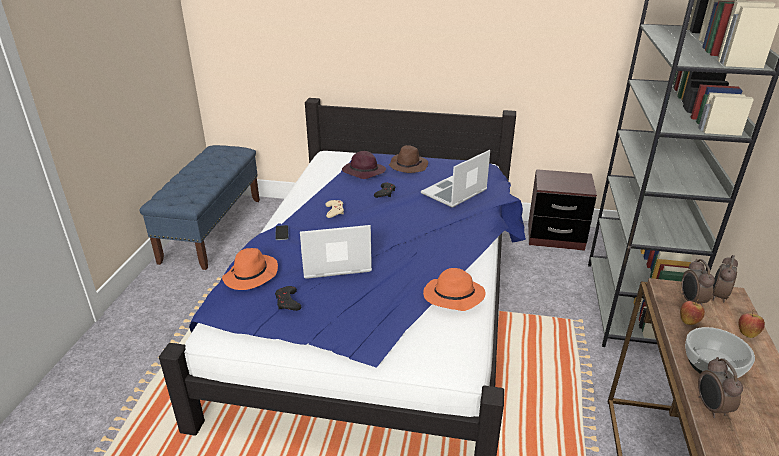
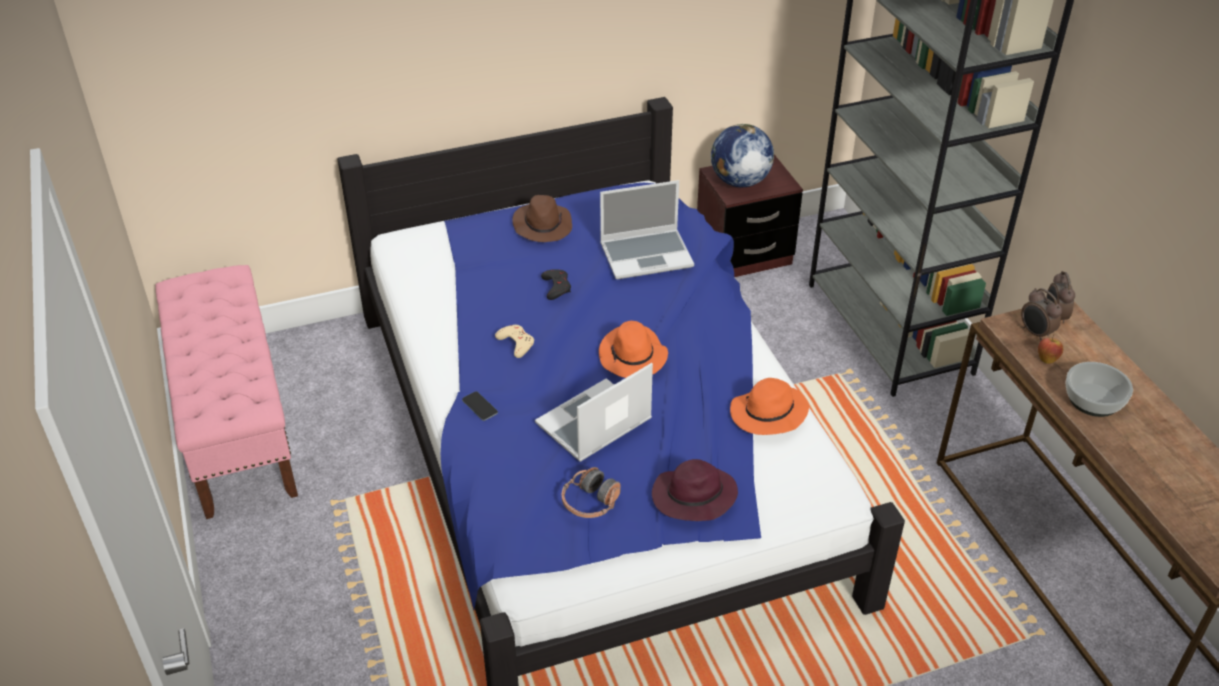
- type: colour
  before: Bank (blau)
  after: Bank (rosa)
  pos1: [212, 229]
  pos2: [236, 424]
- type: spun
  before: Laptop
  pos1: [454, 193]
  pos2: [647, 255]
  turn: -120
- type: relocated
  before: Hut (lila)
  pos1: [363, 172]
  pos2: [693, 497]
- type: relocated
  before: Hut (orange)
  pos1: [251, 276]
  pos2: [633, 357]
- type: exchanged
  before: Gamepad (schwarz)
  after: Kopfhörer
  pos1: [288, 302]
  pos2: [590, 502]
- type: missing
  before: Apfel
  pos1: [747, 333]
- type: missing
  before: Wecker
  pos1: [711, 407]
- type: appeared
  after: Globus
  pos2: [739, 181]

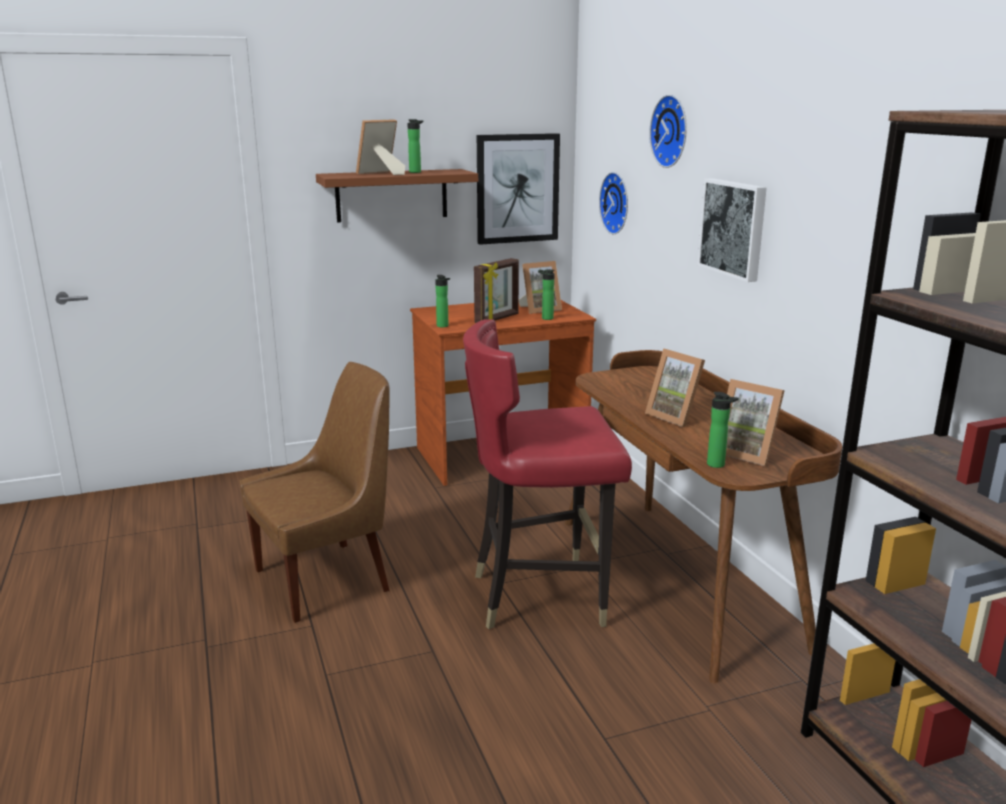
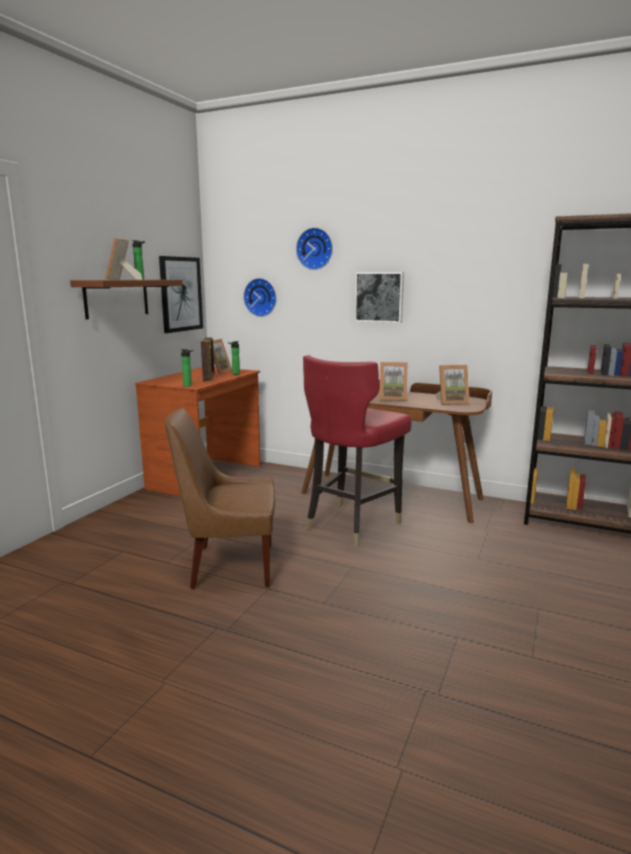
- type: spun
  before: Stuhl (braun)
  pos1: [327, 579]
  pos2: [229, 566]
  turn: -105
- type: missing
  before: Flasche
  pos1: [718, 465]

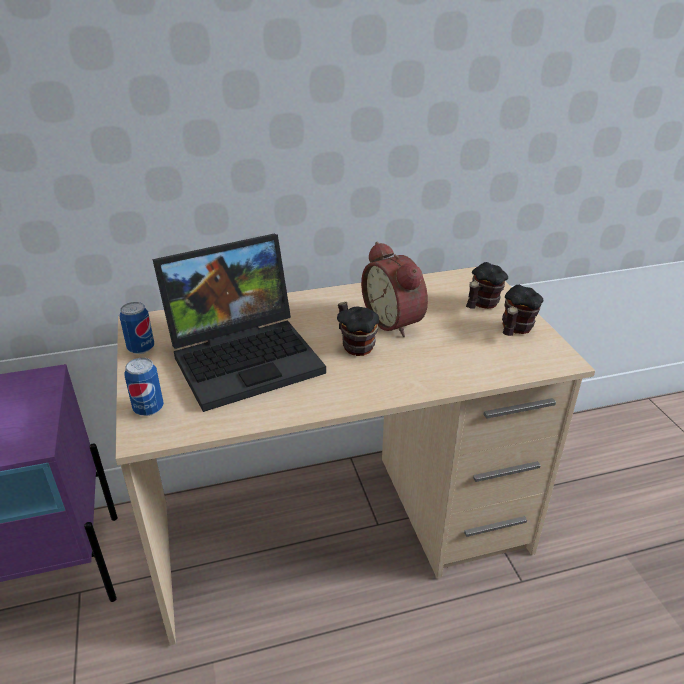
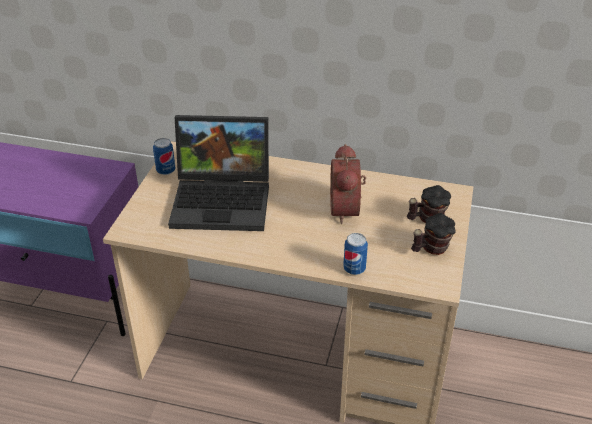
- type: missing
  before: Henkelbecher
  pos1: [355, 345]
- type: relocated
  before: Dose
  pos1: [148, 409]
  pos2: [354, 269]

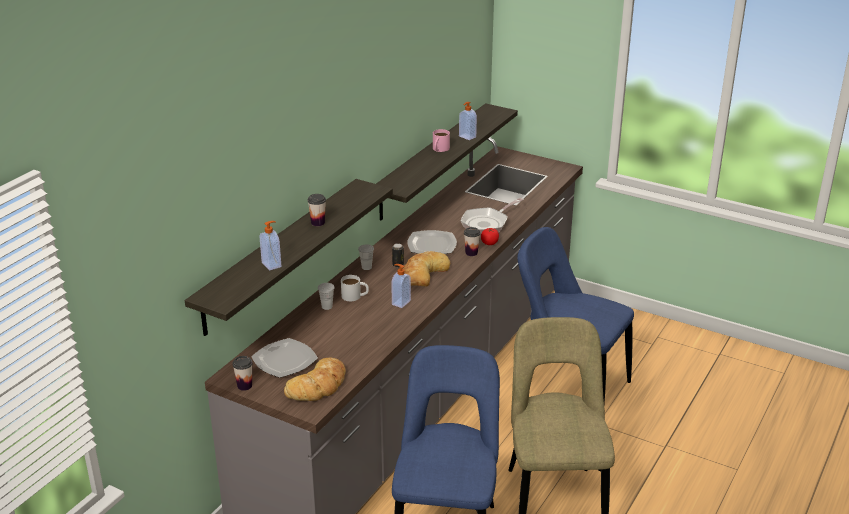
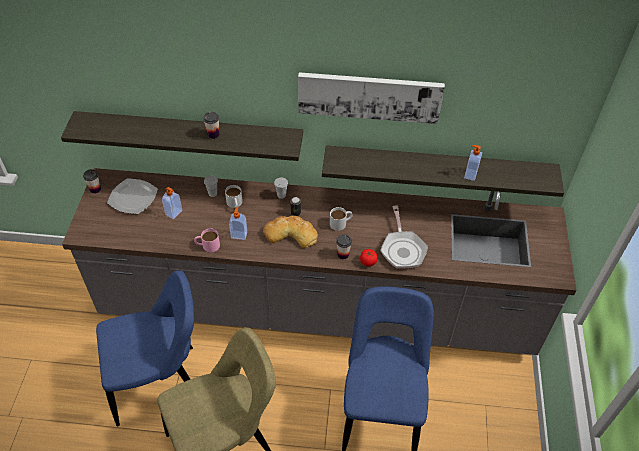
- type: relocated
  before: Henkelbecher (rosa)
  pos1: [439, 149]
  pos2: [207, 245]
- type: spun
  before: Pfanne
  pos1: [487, 223]
  pos2: [402, 249]
  turn: -120
- type: relocated
  before: Seifenspender
  pos1: [272, 264]
  pos2: [174, 213]
- type: exchanged
  before: Teller
  after: Henkelbecher (weiß)
  pos1: [431, 244]
  pos2: [341, 223]
- type: missing
  before: Brot
  pos1: [318, 385]
- type: appeared
  after: Bild
  pos2: [369, 96]

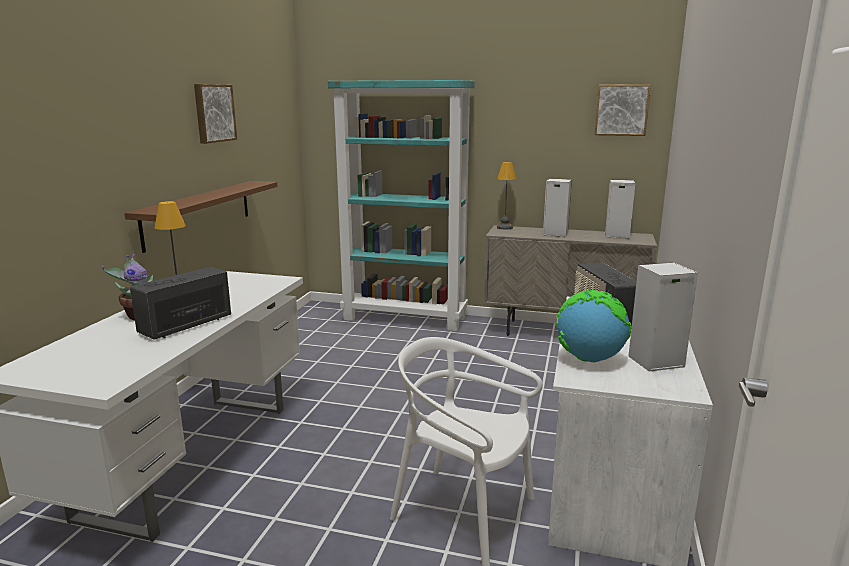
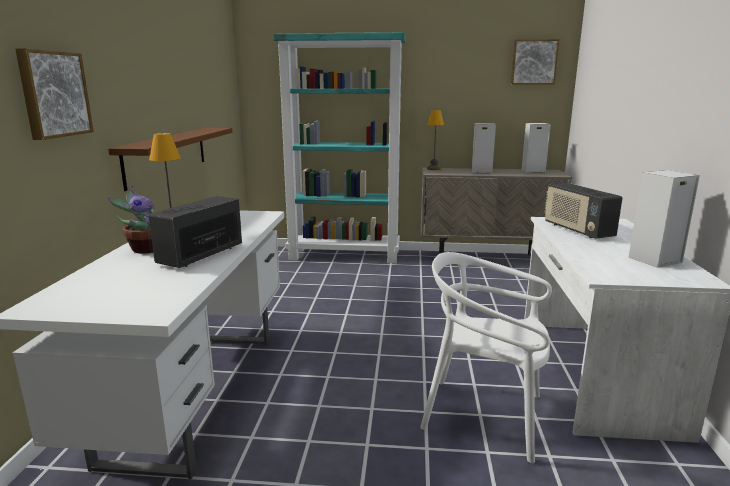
- type: relocated
  before: Bild
  pos1: [213, 113]
  pos2: [53, 94]
- type: missing
  before: Globus
  pos1: [589, 359]

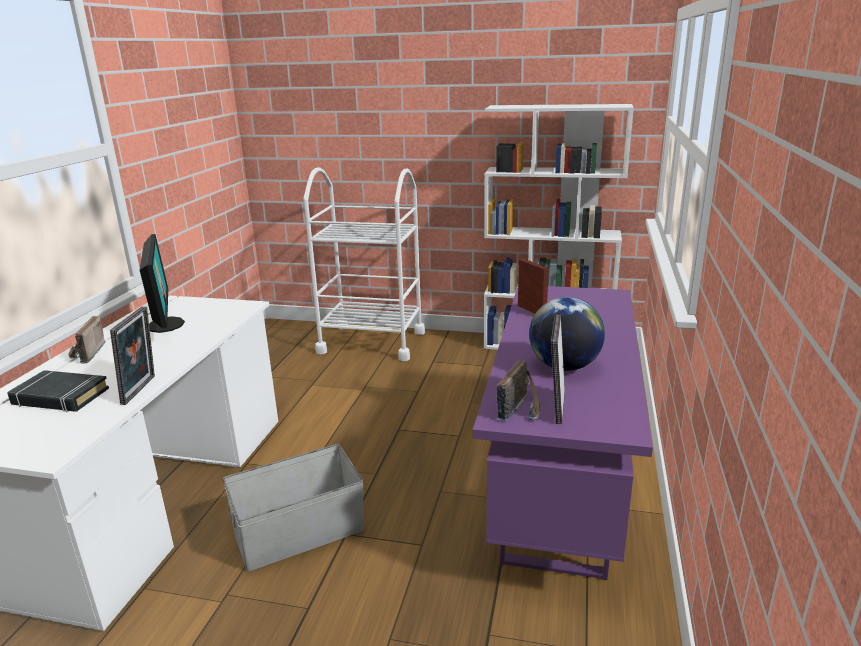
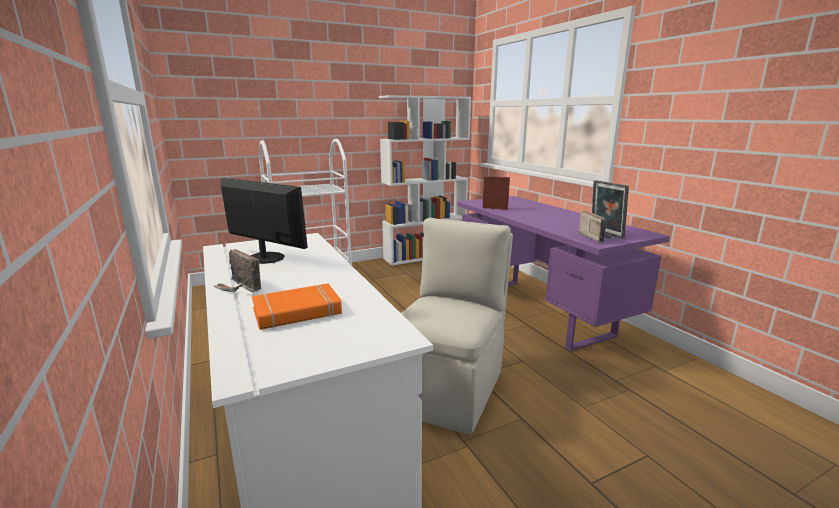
- type: missing
  before: Globus
  pos1: [564, 366]
- type: missing
  before: Bilderrahmen
  pos1: [142, 390]
- type: colour
  before: Buch (schwarz)
  after: Buch (orange)
  pos1: [60, 397]
  pos2: [297, 312]
- type: exchanged
  before: Aufbewahrungsbox (grau)
  after: Stuhl (beige)
  pos1: [300, 533]
  pos2: [449, 387]

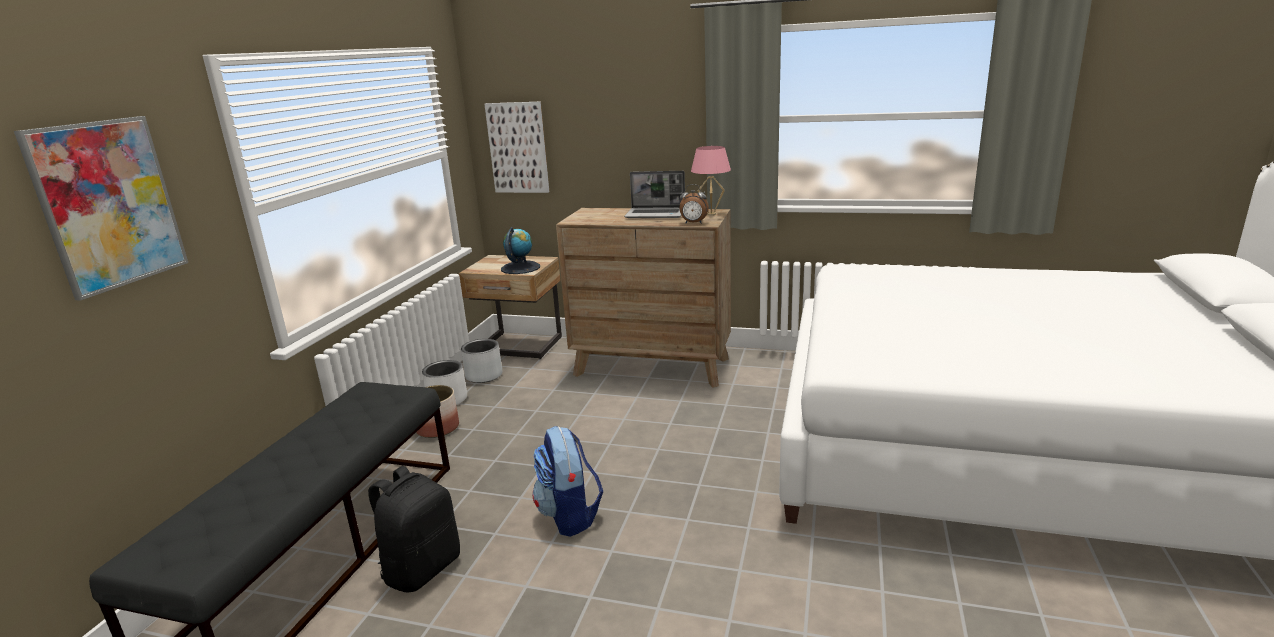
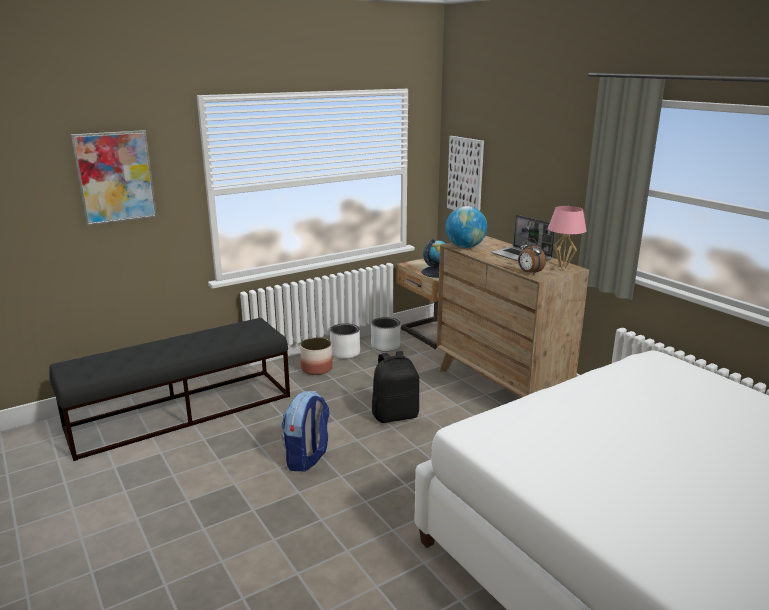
- type: relocated
  before: Rucksack (schwarz)
  pos1: [422, 568]
  pos2: [395, 415]
- type: appeared
  after: Globus
  pos2: [465, 247]

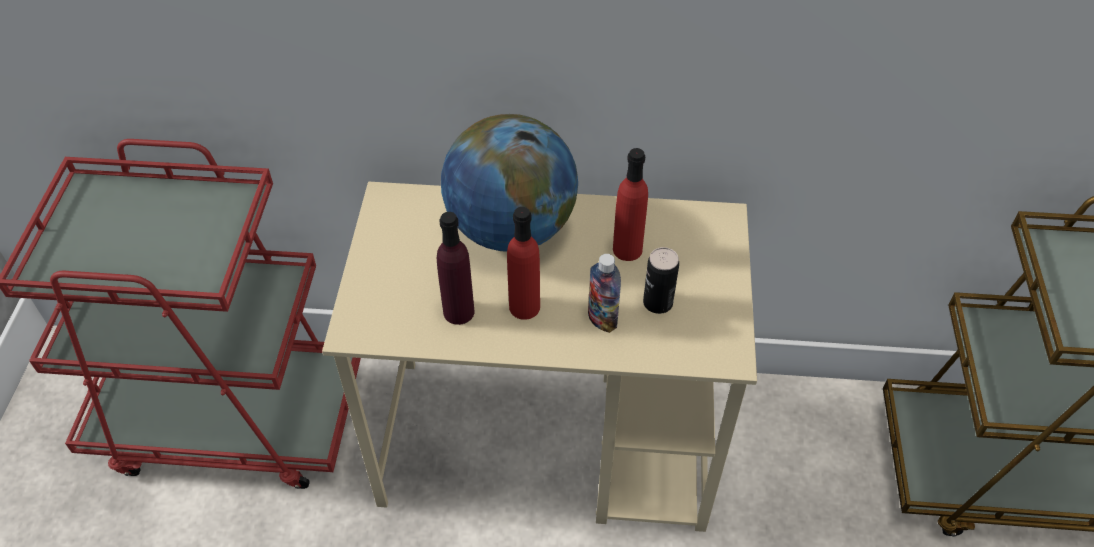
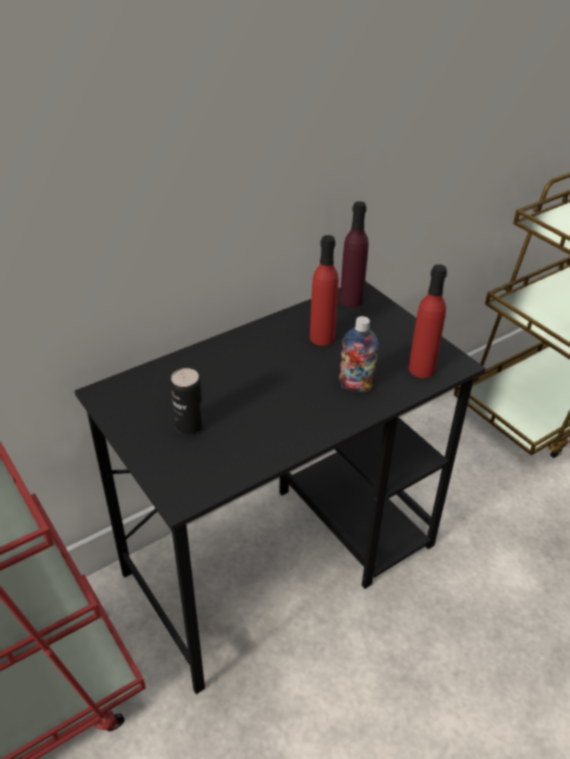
- type: missing
  before: Globus
  pos1: [511, 229]
- type: colour
  before: Schreibtisch (beige)
  after: Schreibtisch (schwarz)
  pos1: [550, 443]
  pos2: [283, 558]
- type: relocated
  before: Flasche (rot)
  pos1: [524, 307]
  pos2: [421, 369]
- type: relocated
  before: Flasche (lila)
  pos1: [458, 312]
  pos2: [351, 300]
- type: relocated
  before: Dose
  pos1: [657, 303]
  pos2: [189, 426]

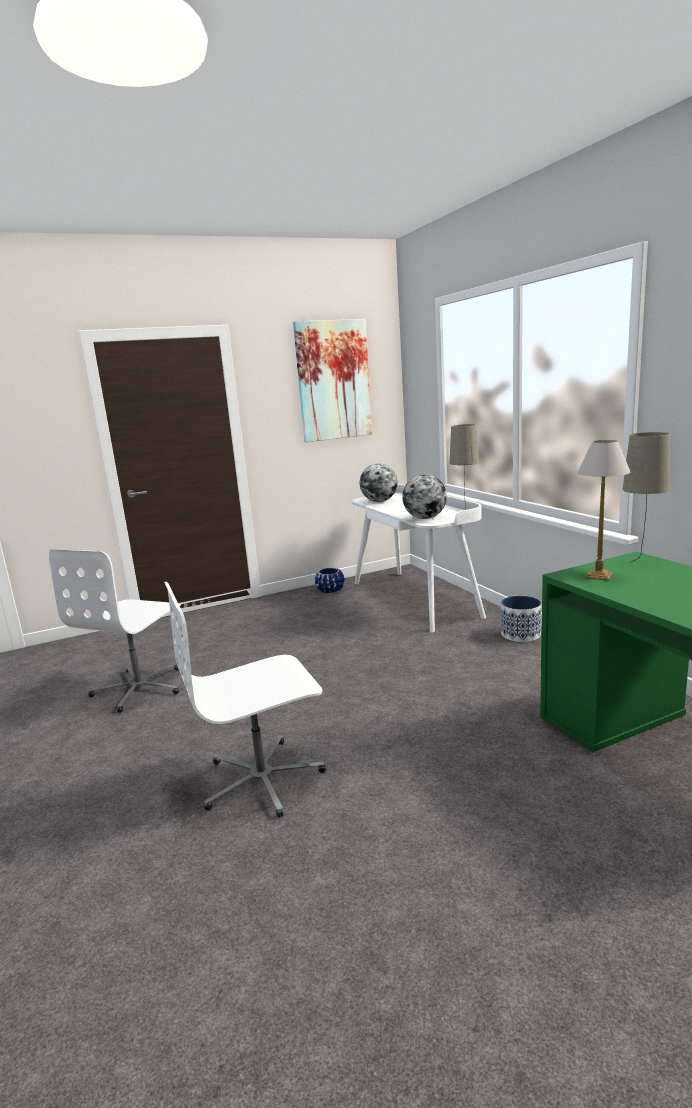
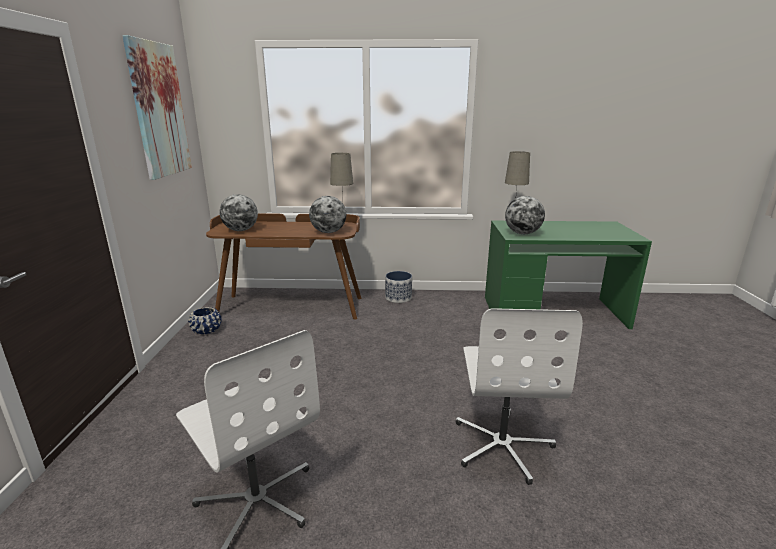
- type: exchanged
  before: Tischlampe
  after: Globus
  pos1: [599, 576]
  pos2: [522, 233]
- type: colour
  before: Schreibtisch (weiß)
  after: Schreibtisch (braun)
  pos1: [415, 598]
  pos2: [291, 306]

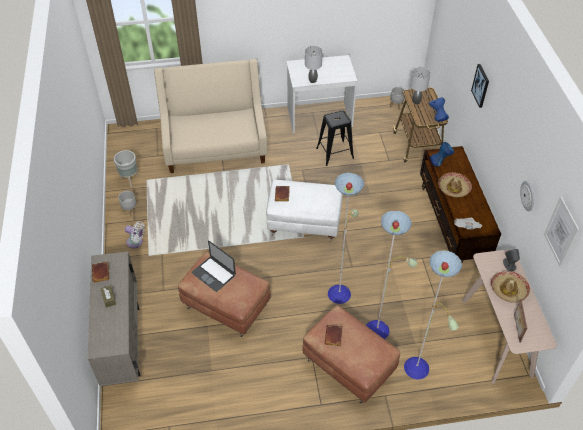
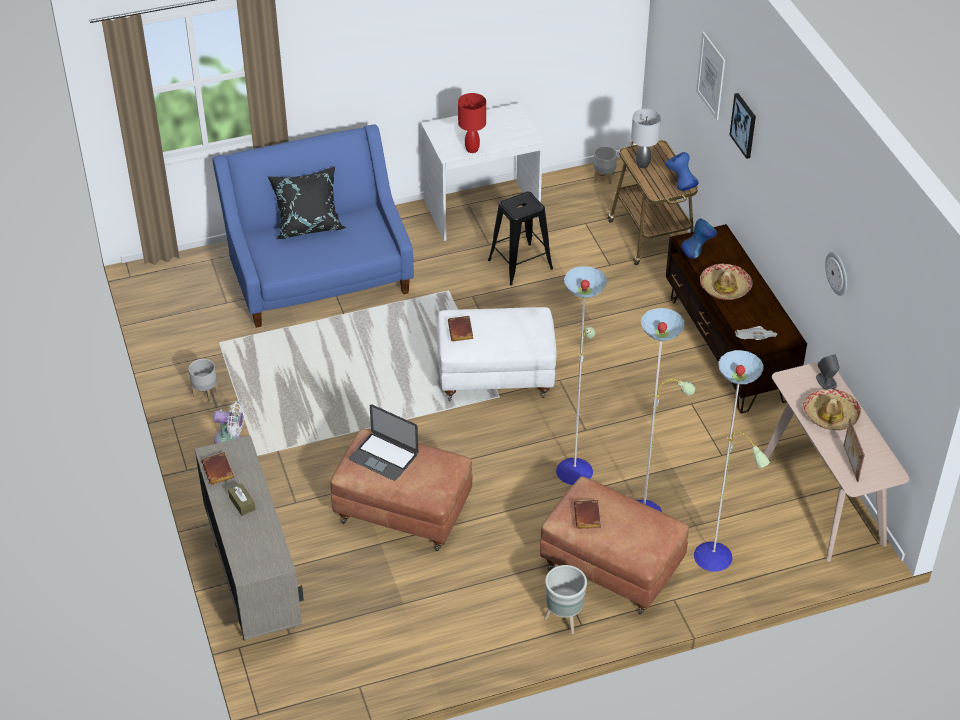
- type: colour
  before: Tischlampe (grau)
  after: Tischlampe (rot)
  pos1: [312, 80]
  pos2: [471, 149]
- type: colour
  before: Sofa (beige)
  after: Sofa (blau)
  pos1: [215, 146]
  pos2: [319, 277]
- type: relocated
  before: Pflanzkübel (grau)
  pos1: [130, 180]
  pos2: [563, 619]
- type: relocated
  before: Bild
  pos1: [561, 232]
  pos2: [711, 75]
- type: appeared
  after: Kissen (schwarz)
  pos2: [308, 225]

